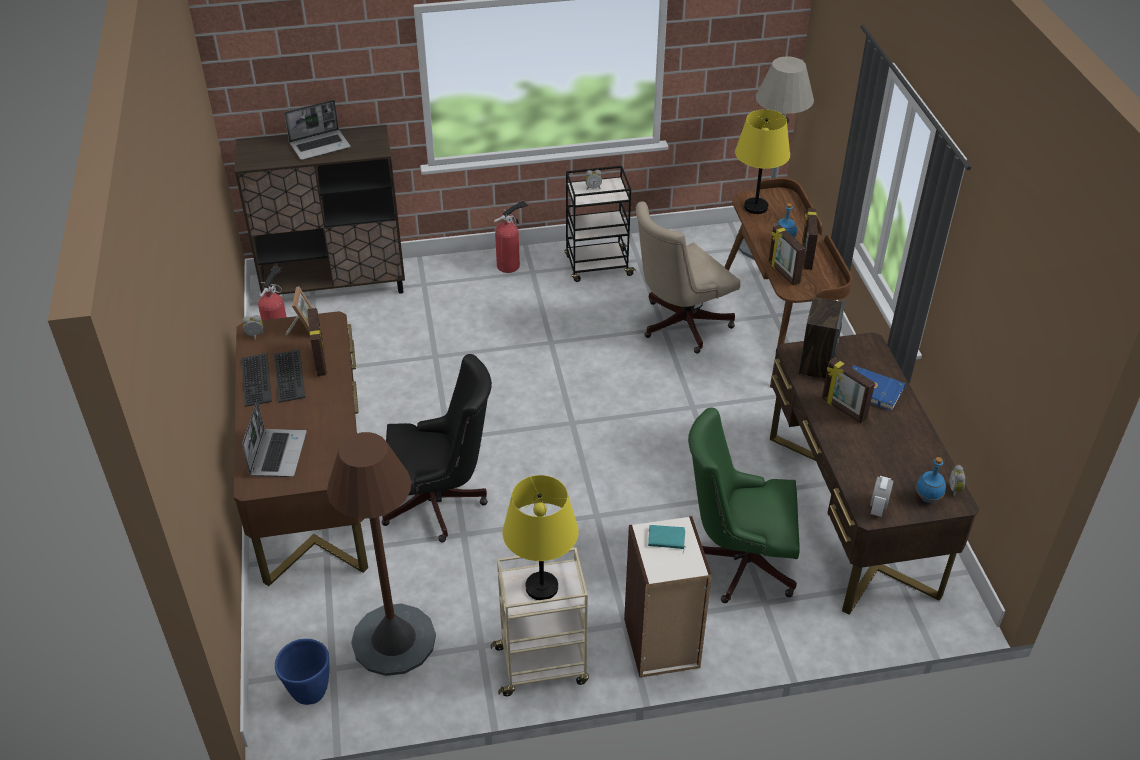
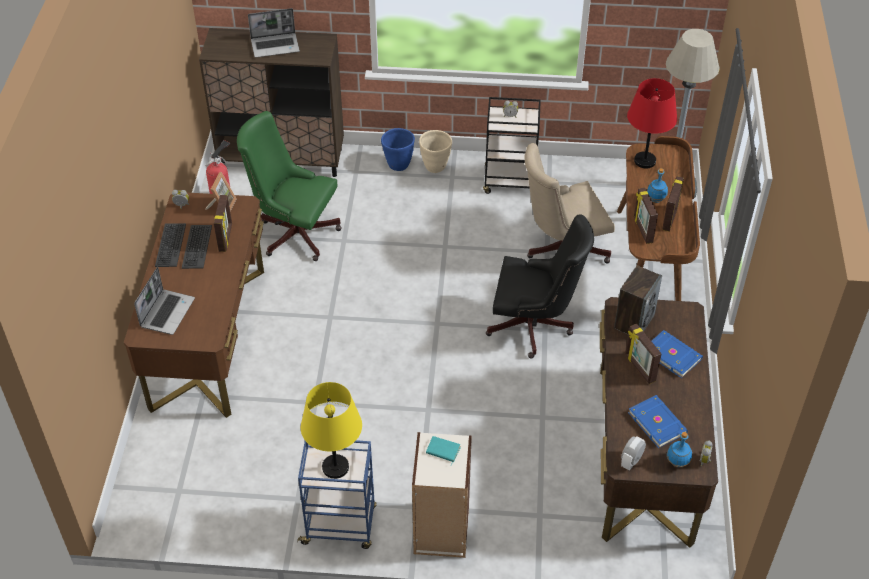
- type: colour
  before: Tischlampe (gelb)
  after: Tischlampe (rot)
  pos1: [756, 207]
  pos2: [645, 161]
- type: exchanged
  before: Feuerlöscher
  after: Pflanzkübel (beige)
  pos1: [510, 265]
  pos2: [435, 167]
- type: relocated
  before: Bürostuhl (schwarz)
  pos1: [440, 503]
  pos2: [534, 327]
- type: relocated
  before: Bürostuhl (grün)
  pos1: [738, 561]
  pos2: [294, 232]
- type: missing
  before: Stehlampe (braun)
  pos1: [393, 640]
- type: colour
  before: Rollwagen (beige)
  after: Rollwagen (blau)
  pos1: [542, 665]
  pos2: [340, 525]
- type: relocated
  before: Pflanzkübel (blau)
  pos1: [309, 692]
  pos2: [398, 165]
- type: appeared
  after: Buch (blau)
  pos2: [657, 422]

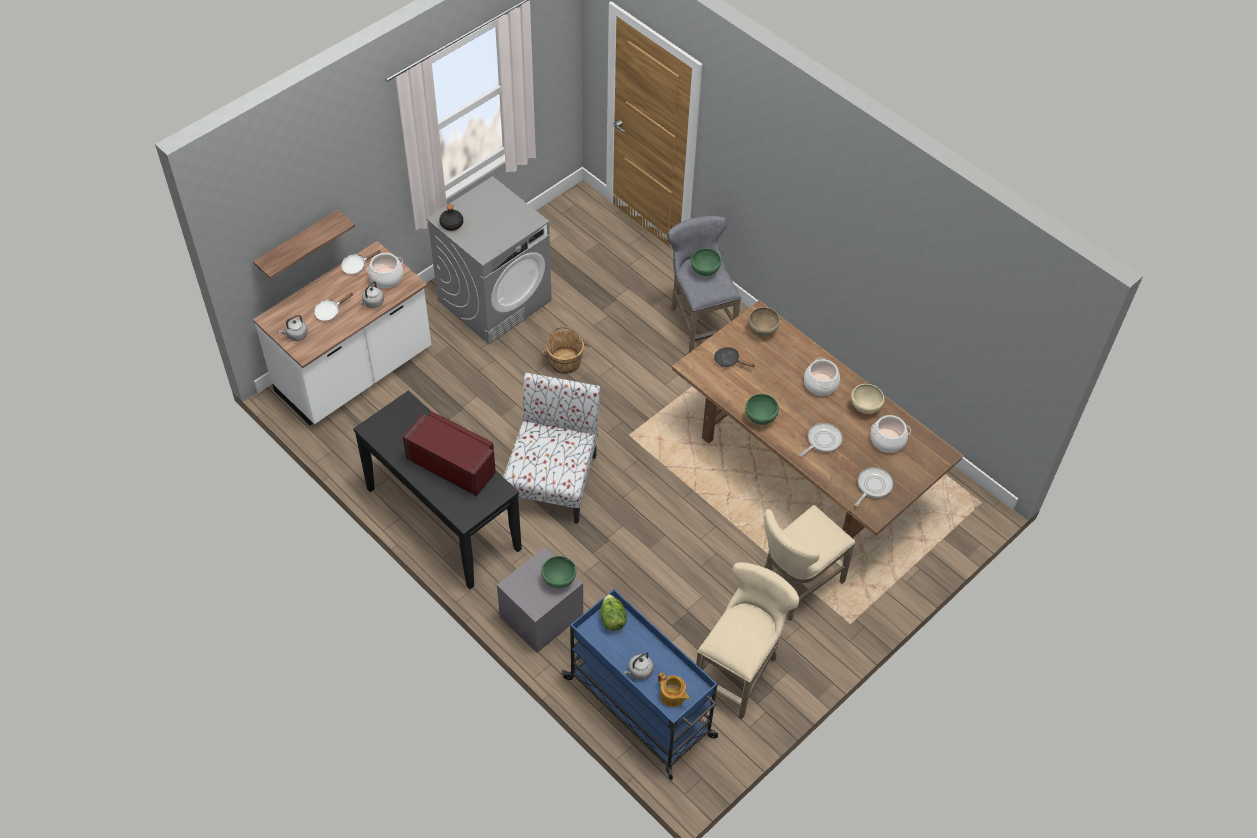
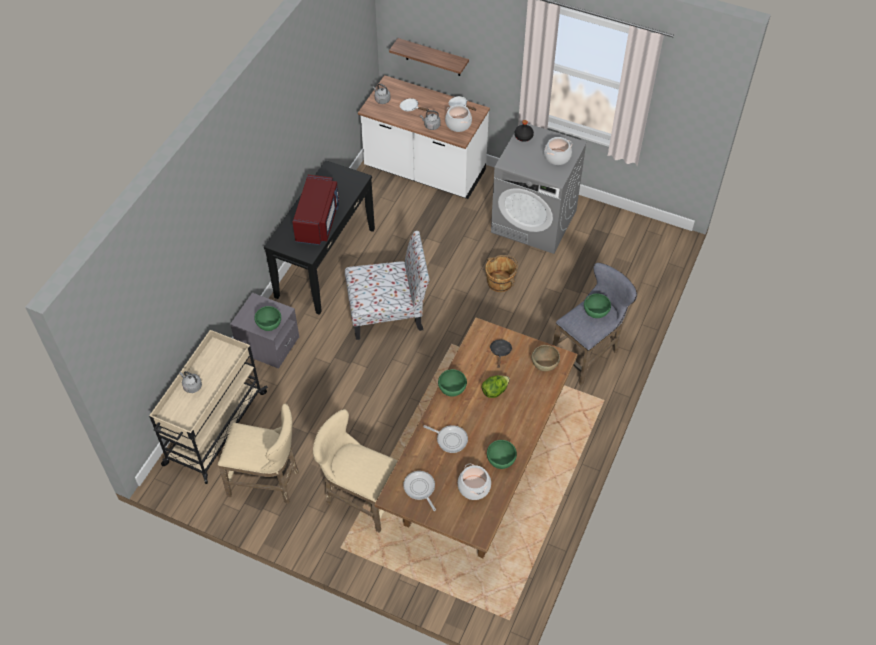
- type: relocated
  before: Kochtopf
  pos1: [820, 384]
  pos2: [557, 157]
- type: colour
  before: Schüssel (beige)
  after: Schüssel (grün)
  pos1: [865, 408]
  pos2: [500, 461]
- type: spun
  before: Pfanne
  pos1: [873, 486]
  pos2: [420, 488]
  turn: -135
- type: colour
  before: Rollwagen (blau)
  after: Rollwagen (beige)
  pos1: [641, 708]
  pos2: [214, 429]
- type: relocated
  before: Salatkopf
  pos1: [612, 619]
  pos2: [495, 391]
- type: missing
  before: Teekanne
  pos1: [672, 696]

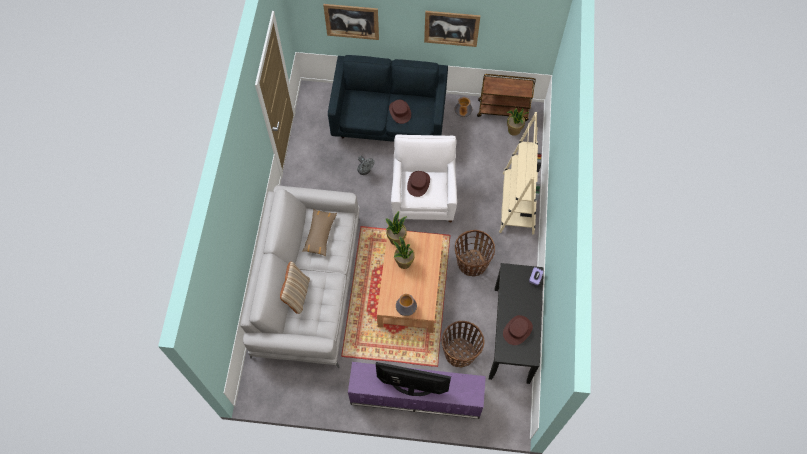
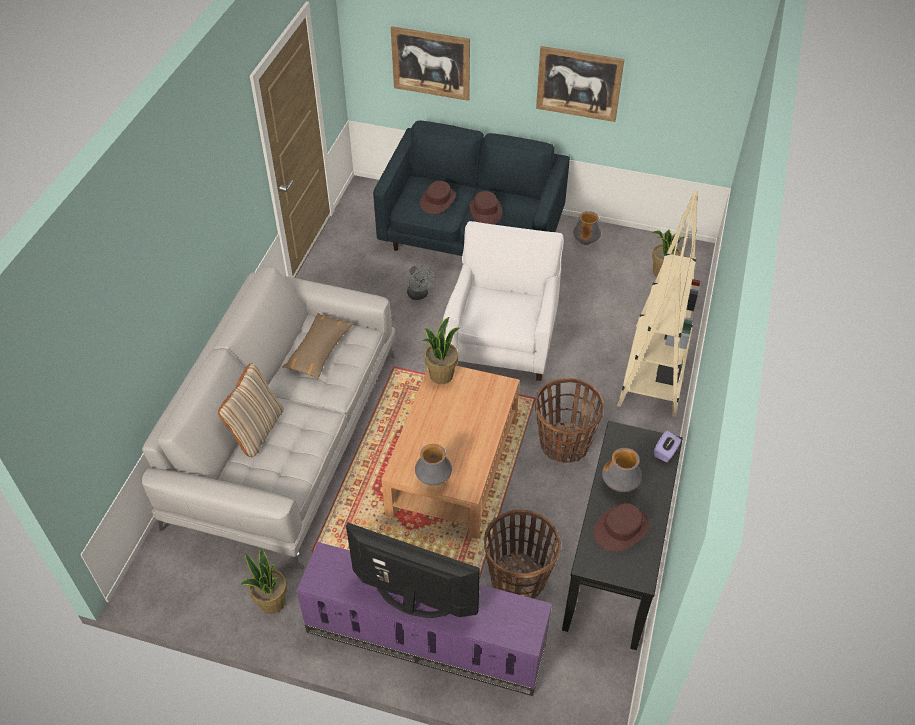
- type: missing
  before: Rollwagen (braun)
  pos1: [503, 110]
- type: relocated
  before: Hut (braun)
  pos1: [418, 184]
  pos2: [438, 200]
- type: relocated
  before: Topfpflanze
  pos1: [403, 262]
  pos2: [271, 602]
- type: appeared
  after: Vase
  pos2: [619, 485]

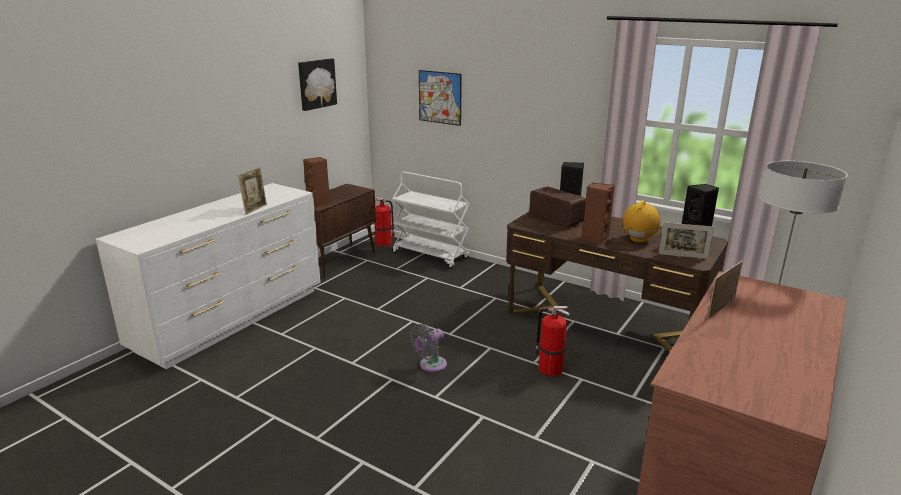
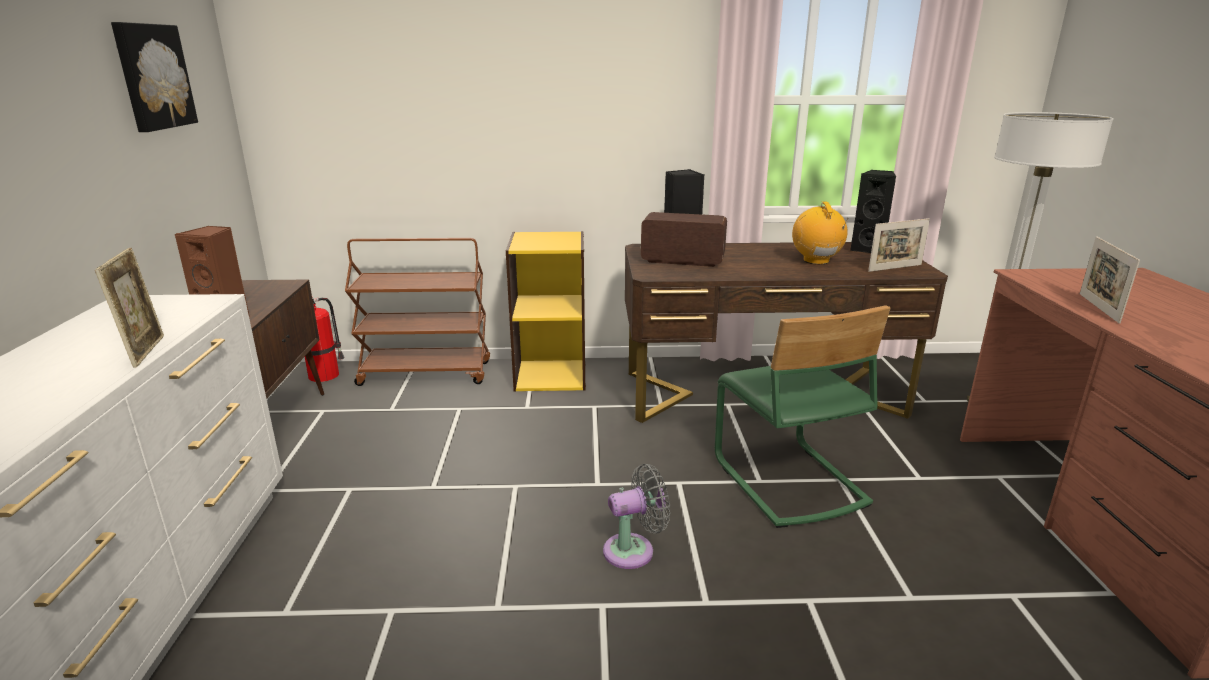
- type: missing
  before: Bild
  pos1: [440, 97]
- type: colour
  before: Rollwagen (weiß)
  after: Rollwagen (braun)
  pos1: [431, 255]
  pos2: [426, 373]
- type: missing
  before: Lautsprecher (braun)
  pos1: [595, 239]
- type: exchanged
  before: Feuerlöscher
  after: Stuhl (grün)
  pos1: [549, 368]
  pos2: [787, 481]
- type: spun
  before: Ventilator (grau)
  pos1: [430, 366]
  pos2: [634, 550]
  turn: -120
- type: appeared
  after: Bücherregal (gelb)
  pos2: [551, 375]

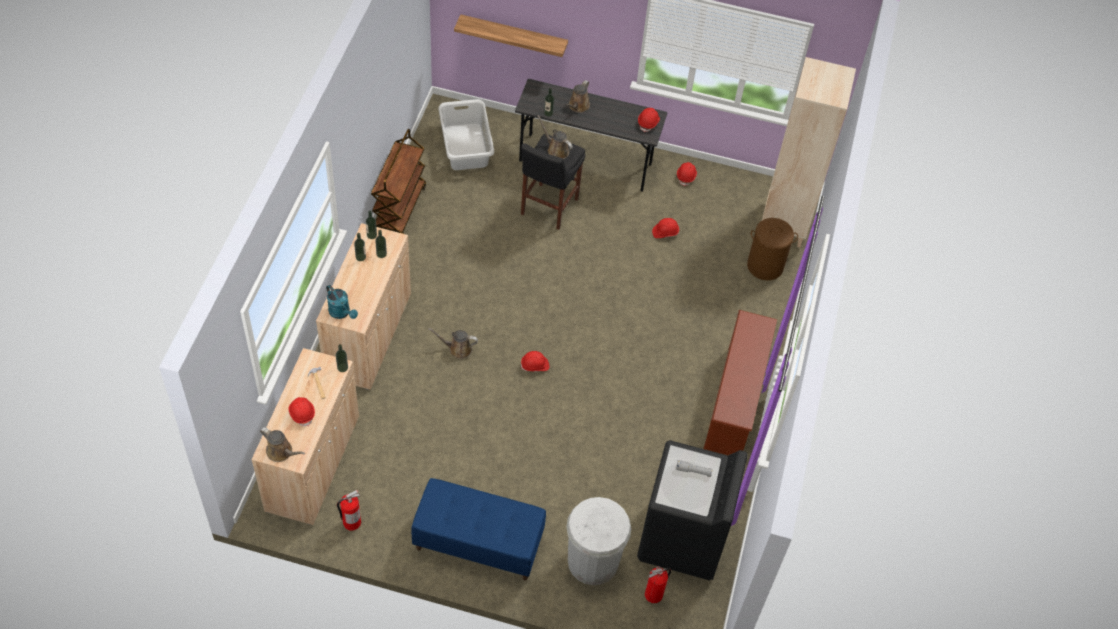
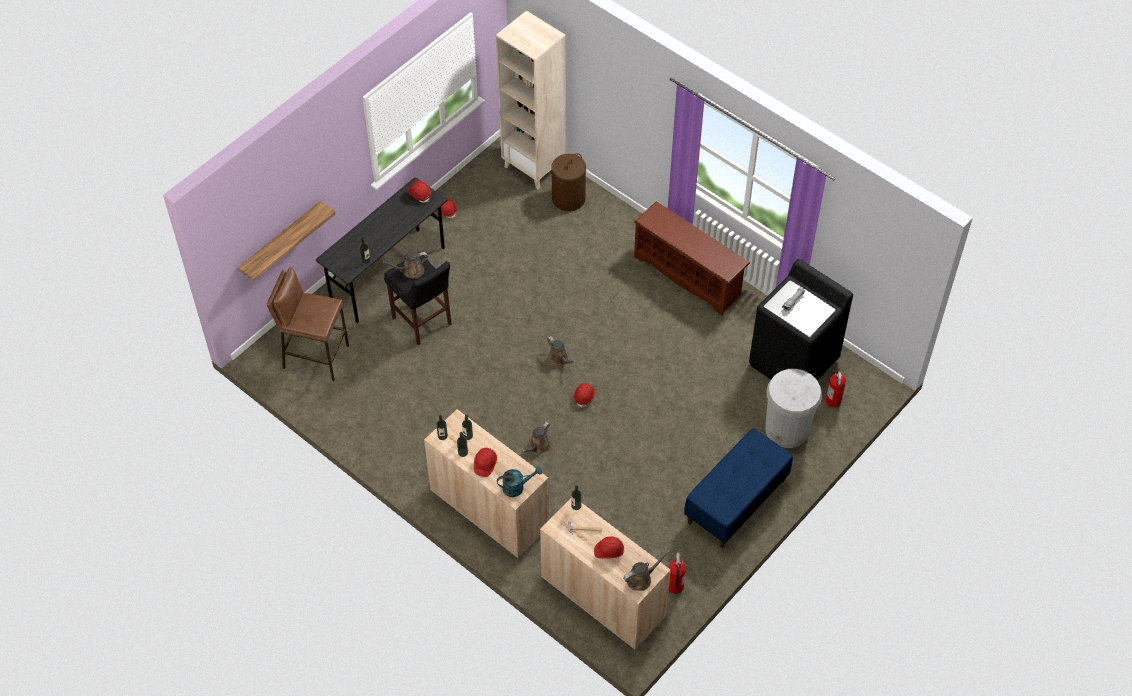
- type: relocated
  before: Gießkanne (braun)
  pos1: [578, 106]
  pos2: [559, 359]
- type: exchanged
  before: Wäschekorb (grau)
  after: Hocker (braun)
  pos1: [466, 146]
  pos2: [315, 357]
- type: missing
  before: Rollwagen (braun)
  pos1: [399, 209]
- type: relocated
  before: Schutzhelm (rot)
  pos1: [665, 232]
  pos2: [485, 464]

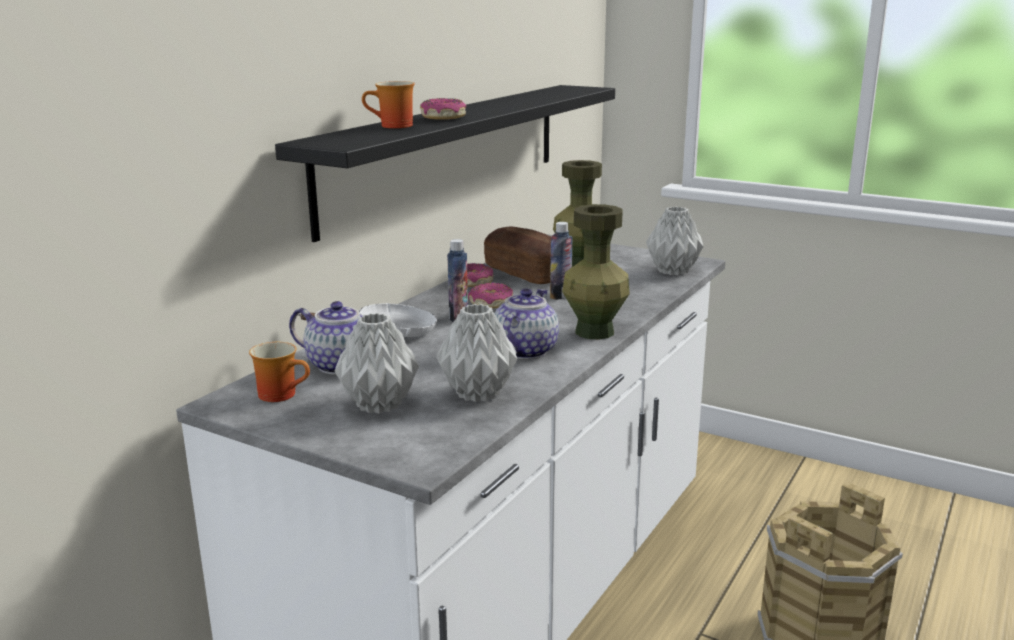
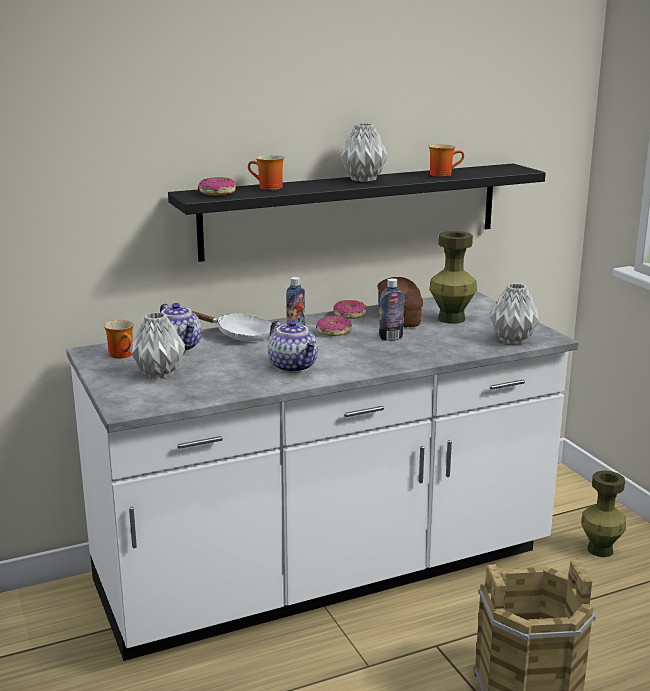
- type: relocated
  before: Donut
  pos1: [443, 118]
  pos2: [217, 193]
- type: relocated
  before: Vase (grün)
  pos1: [594, 332]
  pos2: [599, 550]
- type: spun
  before: Teekanne
  pos1: [523, 351]
  pos2: [294, 367]
  turn: 90
- type: relocated
  before: Vase (grau)
  pos1: [479, 394]
  pos2: [364, 180]
- type: appeared
  after: Henkelbecher
  pos2: [443, 174]

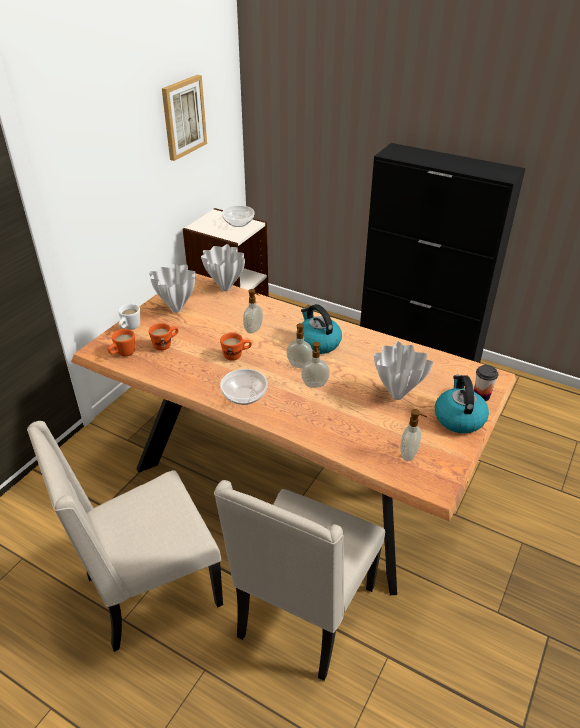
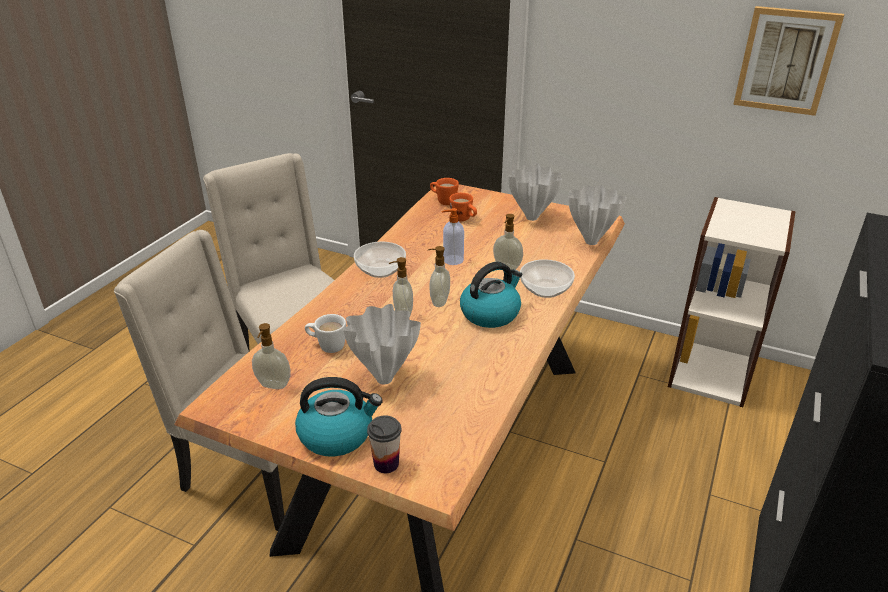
- type: relocated
  before: Schüssel
  pos1: [238, 223]
  pos2: [546, 289]
- type: relocated
  before: Henkelbecher (weiß)
  pos1: [129, 328]
  pos2: [327, 346]
- type: exchanged
  before: Henkelbecher (orange)
  after: Seifenspender
  pos1: [237, 355]
  pos2: [452, 260]

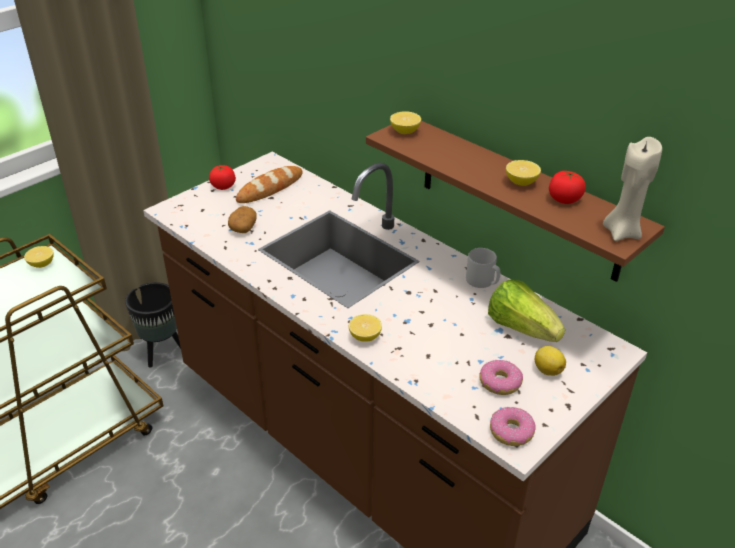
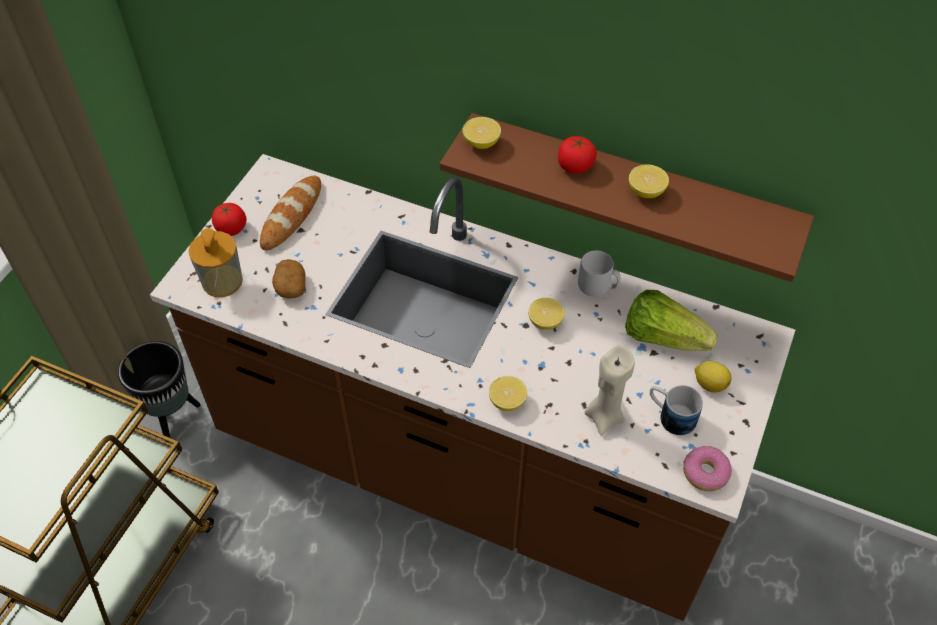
- type: relocated
  before: Kerze (beige)
  pos1: [622, 232]
  pos2: [604, 416]
- type: relocated
  before: Tomate
  pos1: [564, 199]
  pos2: [575, 166]
- type: relocated
  before: Zitrone
  pos1: [42, 264]
  pos2: [545, 322]
- type: exchanged
  before: Donut
  after: Henkelbecher
  pos1: [499, 383]
  pos2: [670, 416]
- type: appeared
  after: Seifenspender
  pos2: [222, 281]

